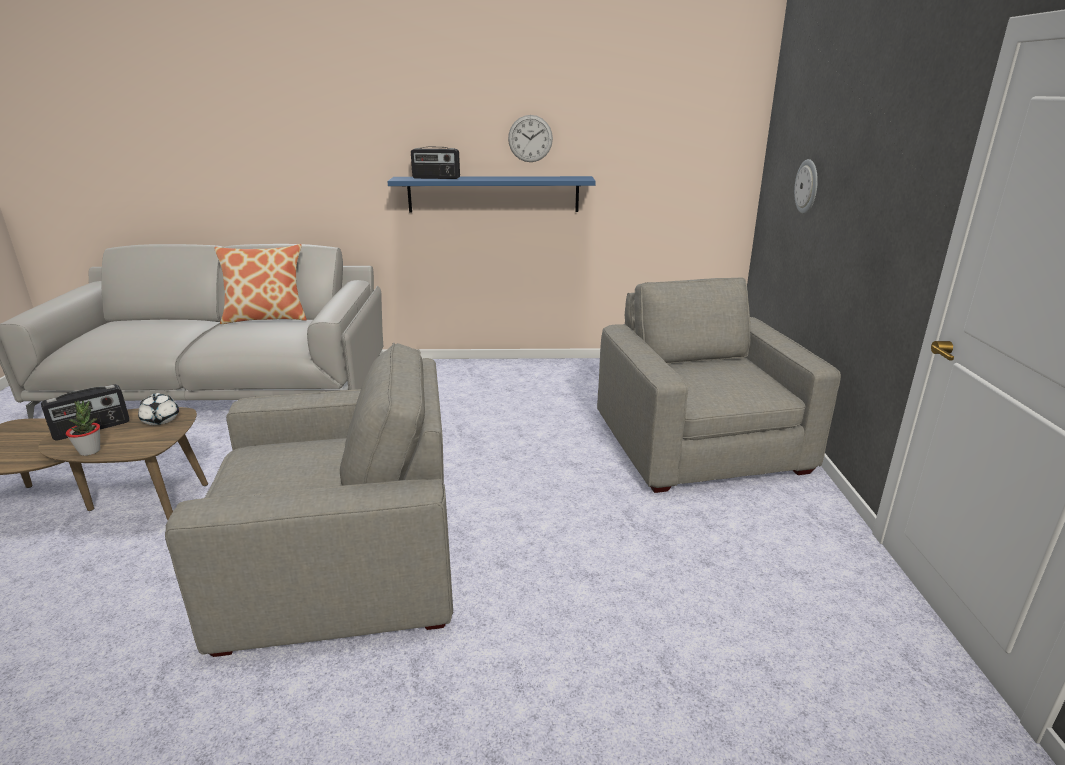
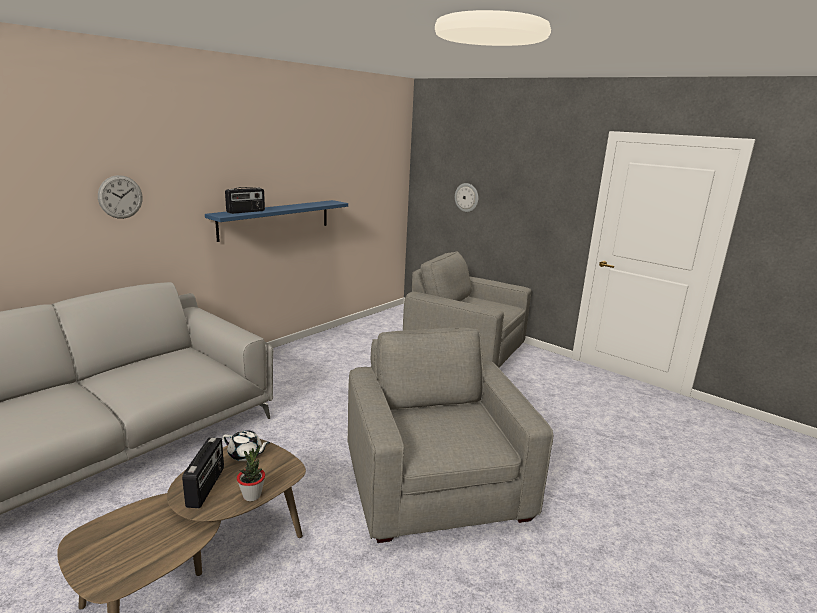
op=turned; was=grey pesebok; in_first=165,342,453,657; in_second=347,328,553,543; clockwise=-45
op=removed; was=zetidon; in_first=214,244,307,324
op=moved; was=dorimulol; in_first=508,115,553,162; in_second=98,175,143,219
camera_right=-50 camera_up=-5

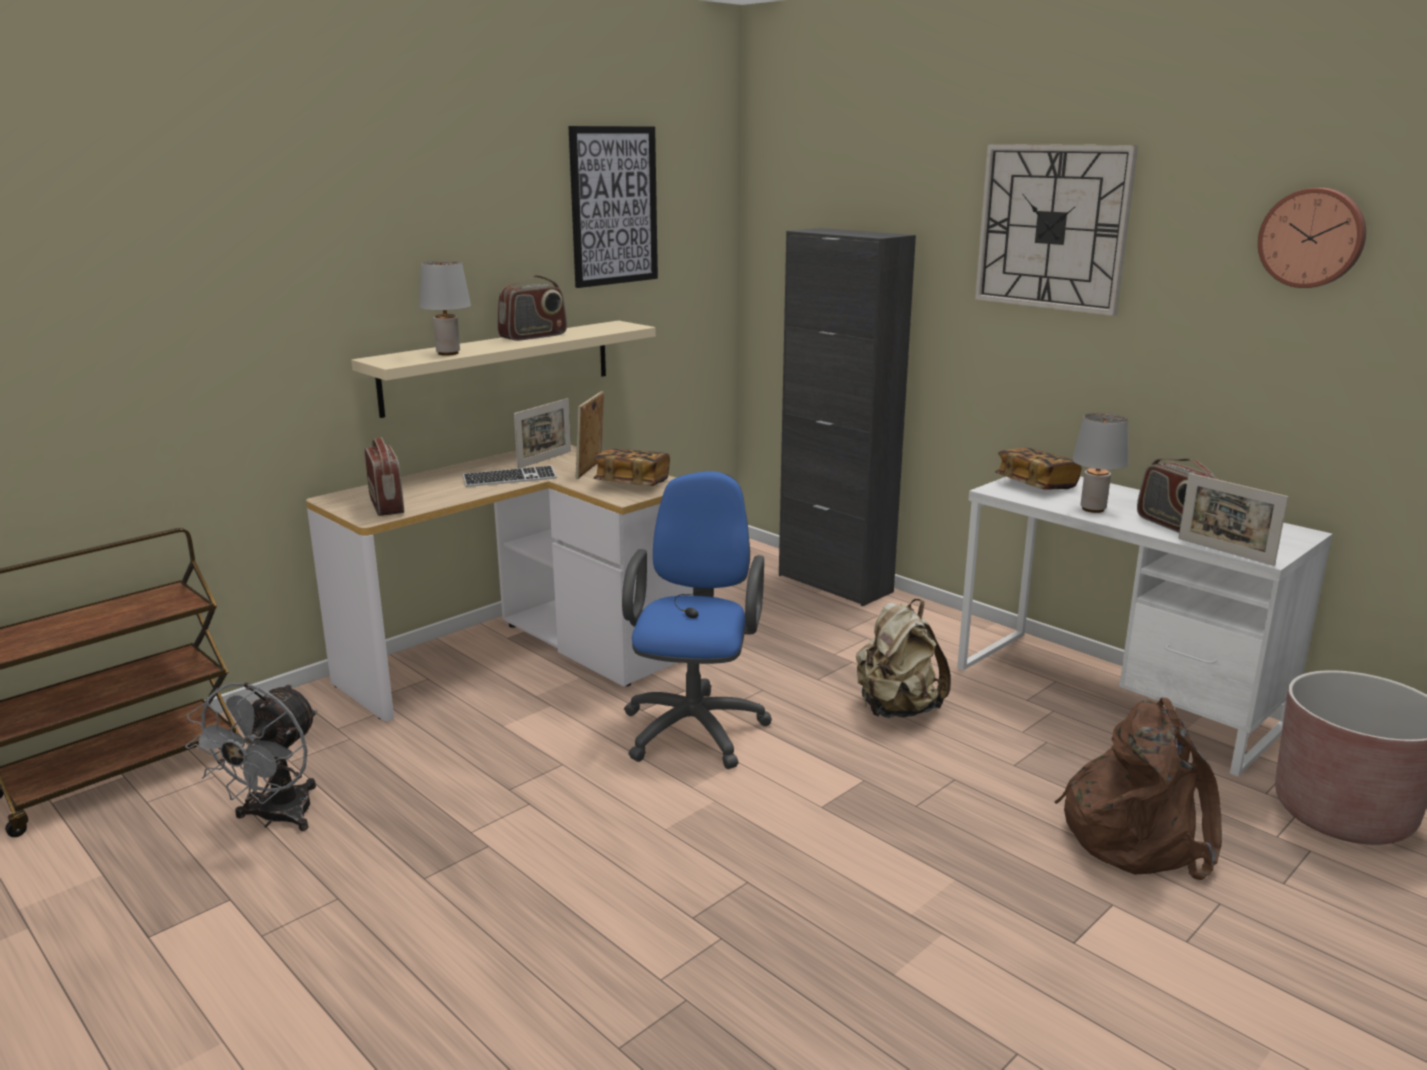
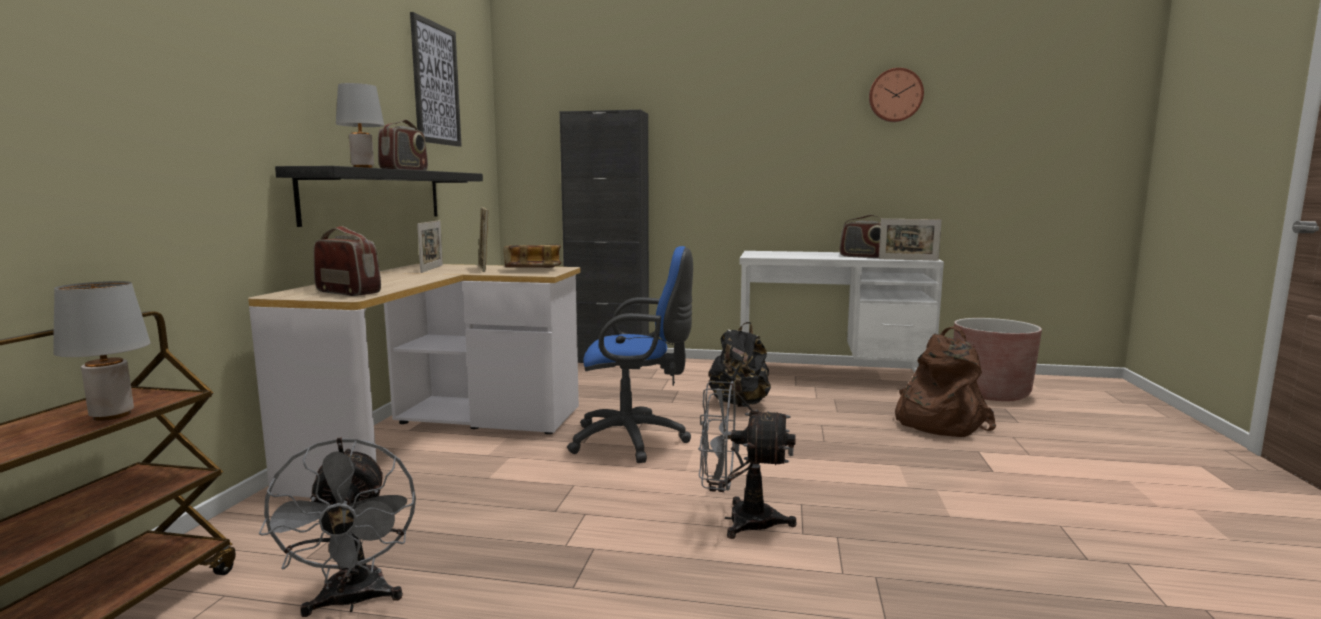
op=recoloured; was=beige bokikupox; now=black bokikupox; in_first=351,320,656,418; in_second=275,166,483,227
op=removed; was=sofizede; in_first=463,466,557,487
op=turned; was=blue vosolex; in_first=622,471,772,769; in_second=567,246,693,463; clockwise=120
op=recoloured; was=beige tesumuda; now=black tesumuda; in_first=856,599,951,718; in_second=708,322,771,407
op=removed; was=dorimulol; in_first=975,144,1138,316
op=removed; was=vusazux; in_first=995,448,1081,490
op=moved; was=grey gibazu; in_first=1072,413,1128,513; in_second=53,281,150,421
op=added; now=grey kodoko; in_second=698,381,797,539
camera_right=-35 camera_up=-10

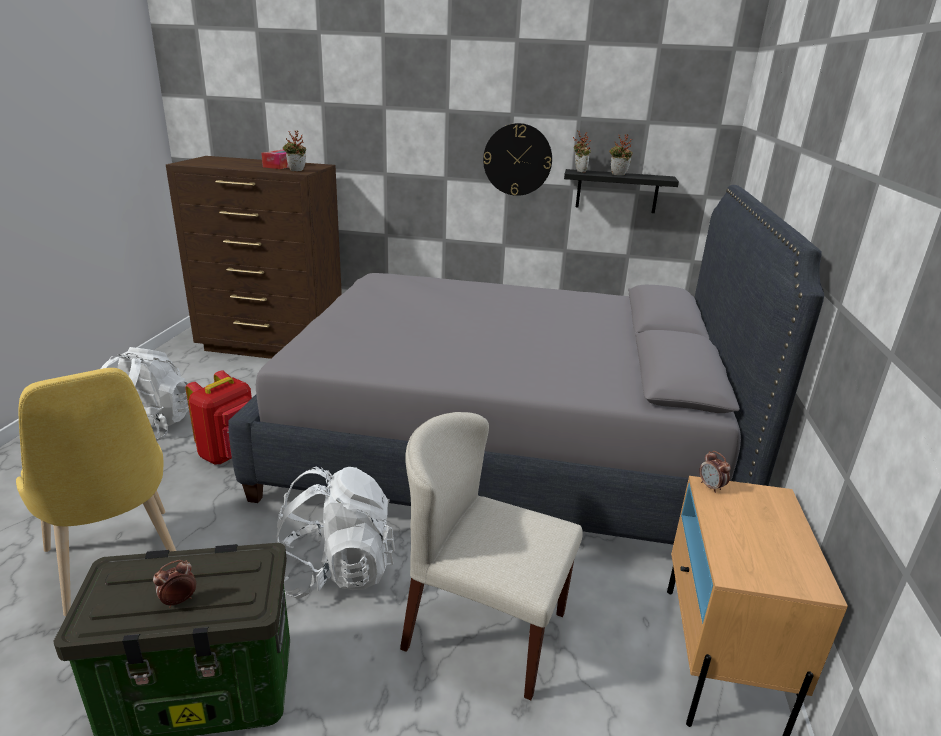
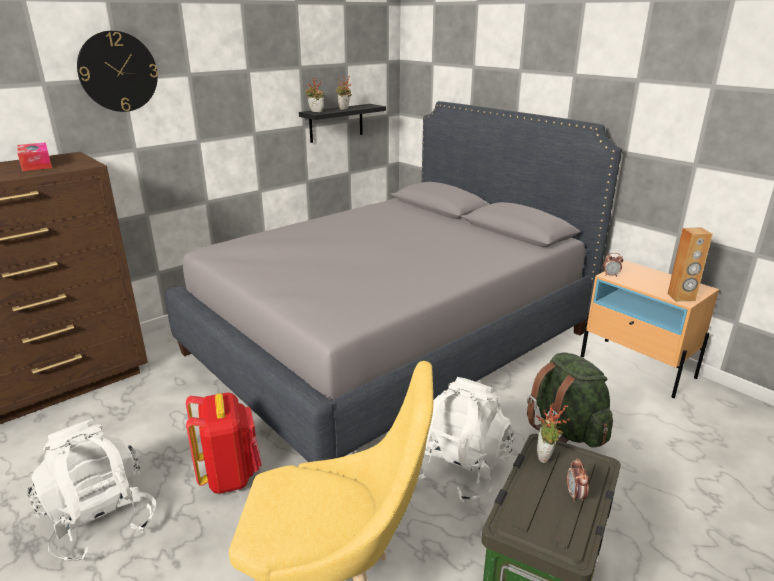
op=moved; was=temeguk; in_first=283,130,306,171; in_second=536,403,570,463
op=replaced; was=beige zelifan; now=green tesumuda; in_first=400,412,583,700; in_second=527,352,613,448
op=moved; was=dorimulol; in_first=483,123,552,196; in_second=77,31,158,112
op=added; now=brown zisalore; in_second=668,228,713,302
camera_right=-50 camera_up=0

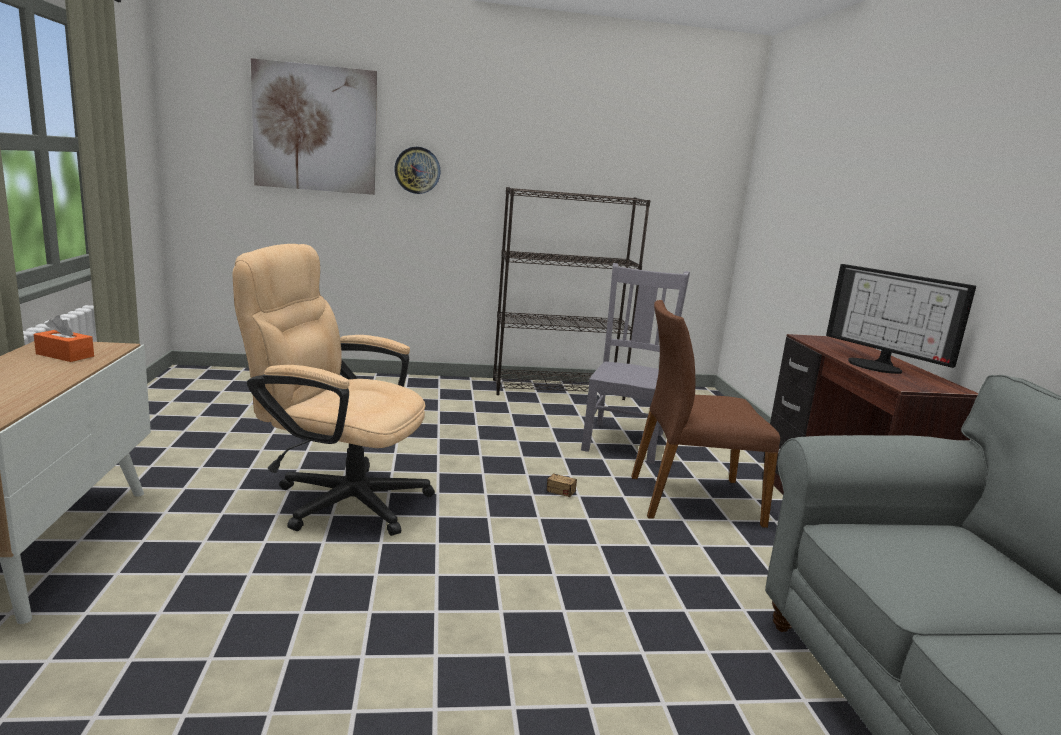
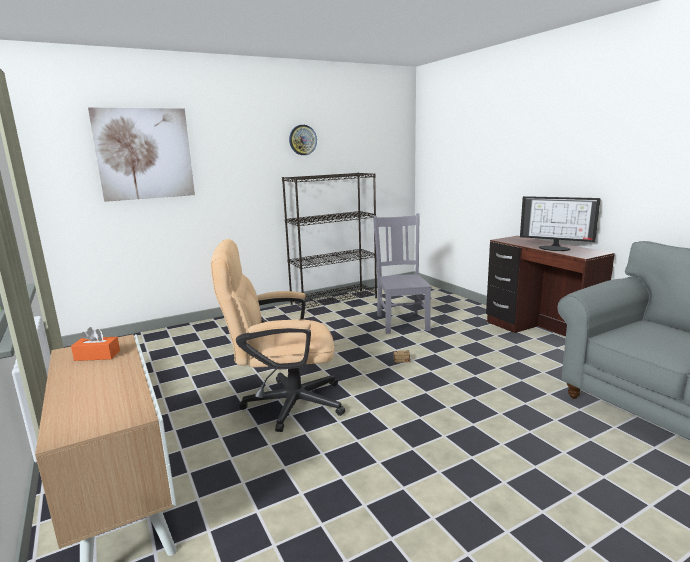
op=moved; was=dorimulol; in_first=394,147,441,194; in_second=289,125,317,155
op=removed; was=brown zelifan; in_first=631,300,780,528
camera_right=-20 camera_up=0

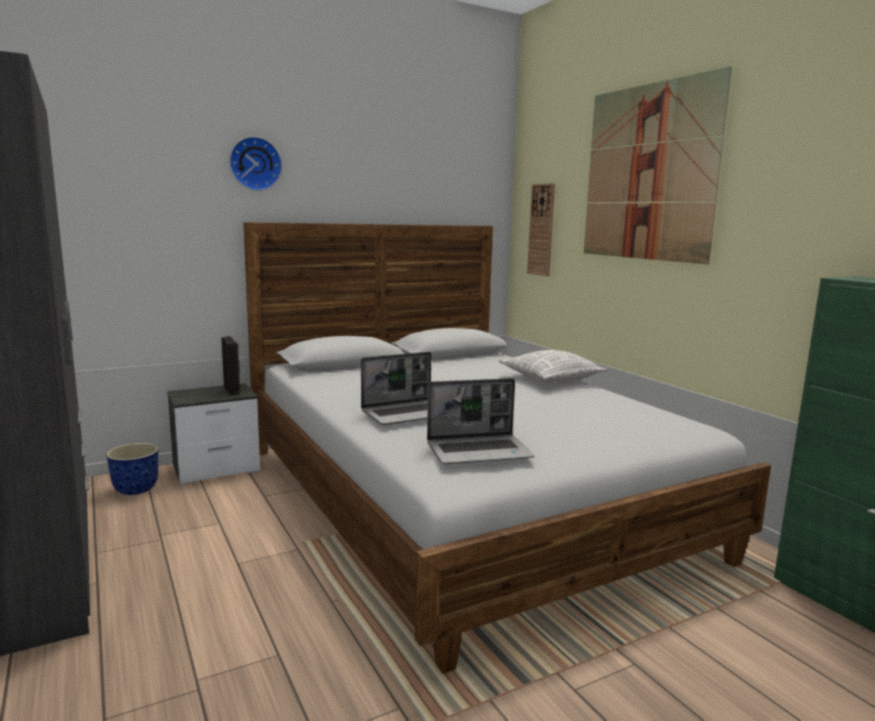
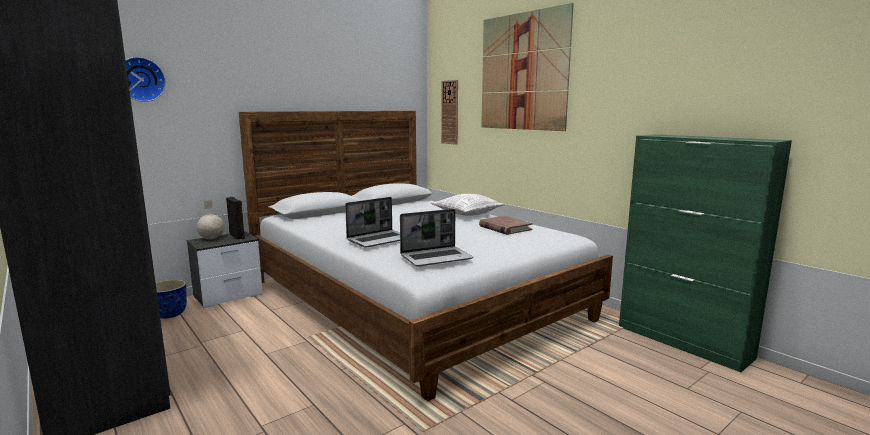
op=moved; was=dorimulol; in_first=229,136,282,191; in_second=125,57,166,102
op=added; now=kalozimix; in_second=197,200,224,239
op=added; now=brown vusazux; in_second=479,216,533,235
camera_right=-10 camera_up=0

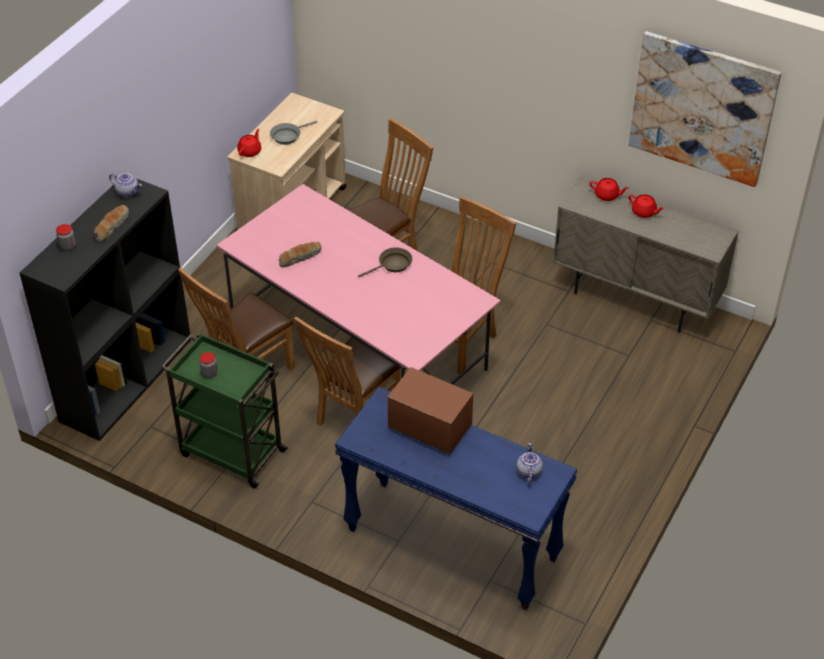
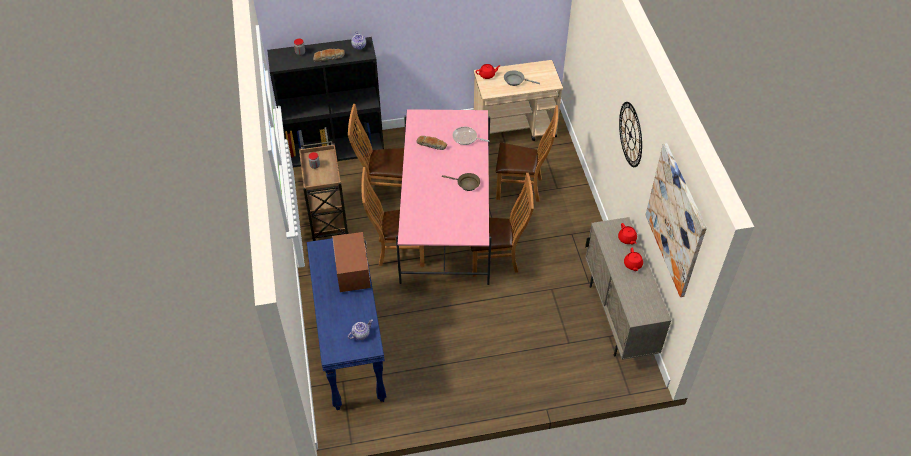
op=recoloured; was=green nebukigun; now=brown nebukigun; in_first=161,332,288,488; in_second=298,141,349,241
op=added; now=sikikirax; in_second=453,127,489,145
op=added; now=dorimulol; in_second=619,102,642,167
camera_right=50 camera_up=5

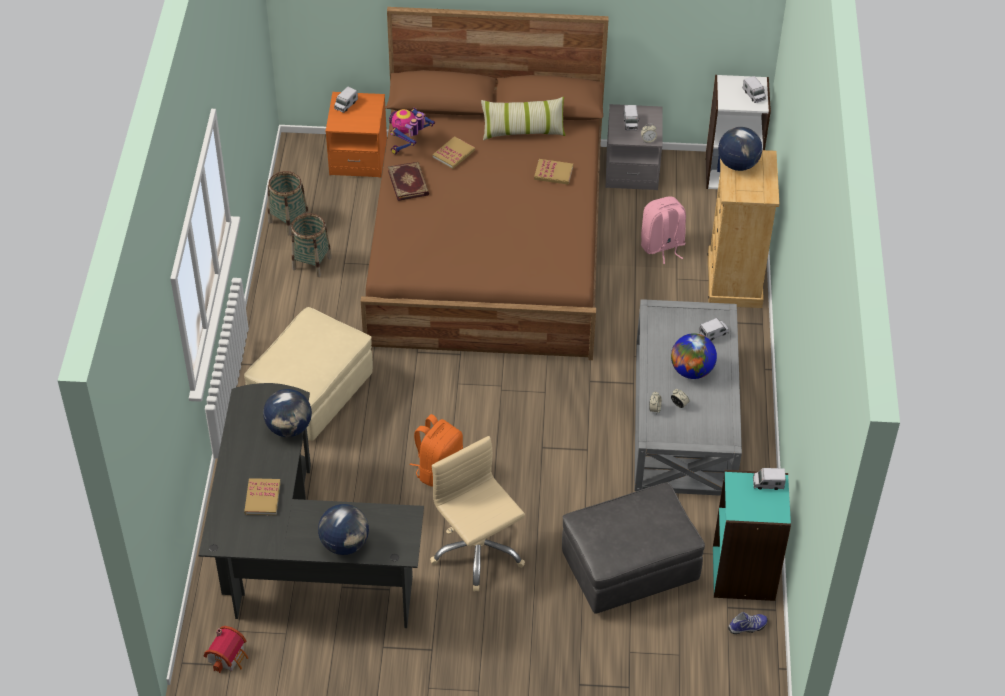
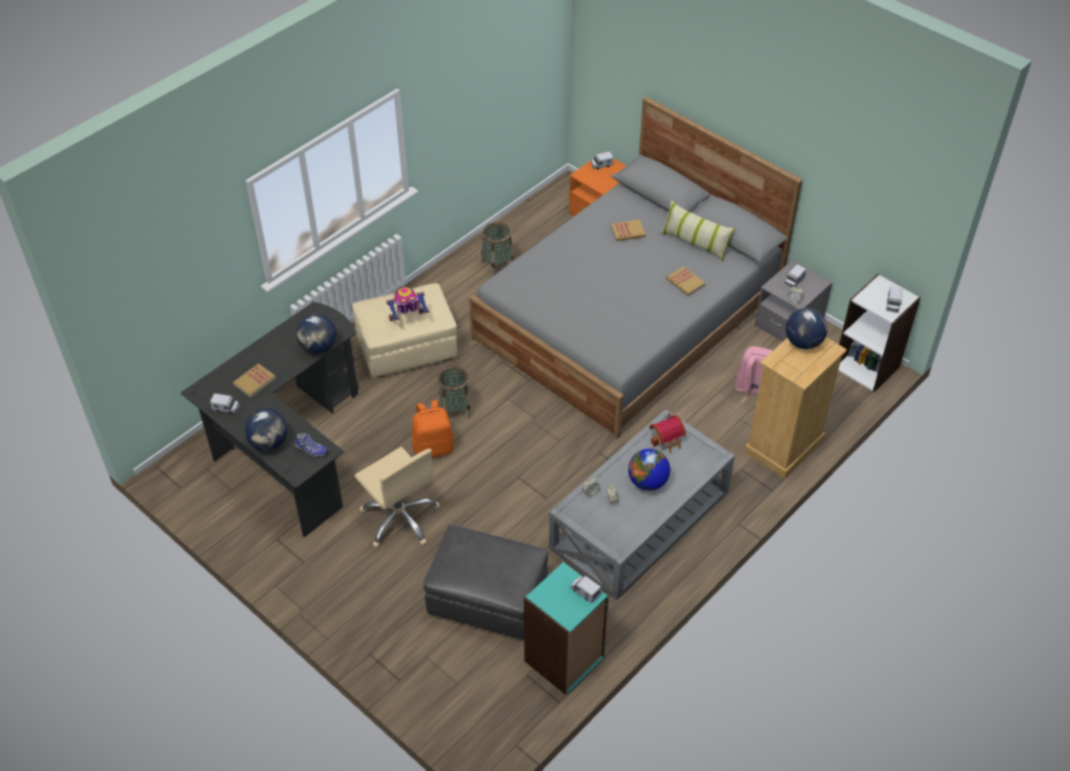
op=moved; was=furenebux; in_first=203,626,248,673; in_second=649,414,686,453
op=moved; was=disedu; in_first=268,171,309,235; in_second=437,366,471,419
op=recoloured; was=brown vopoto; now=grey vopoto; in_first=361,7,609,360; in_second=469,97,802,439
op=removed; was=vusazux; in_first=388,162,429,201
op=moved; was=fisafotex; in_first=389,108,435,155; in_second=386,286,429,321
op=turned; was=beige vosolex; in_first=430,436,525,592; in_second=354,447,440,548; clockwise=135
op=moved; was=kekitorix; in_first=699,318,729,341; in_second=210,393,240,414
op=moved; was=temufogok; in_first=728,612,768,634; in_second=295,433,329,458
camera_right=40 camera_up=0

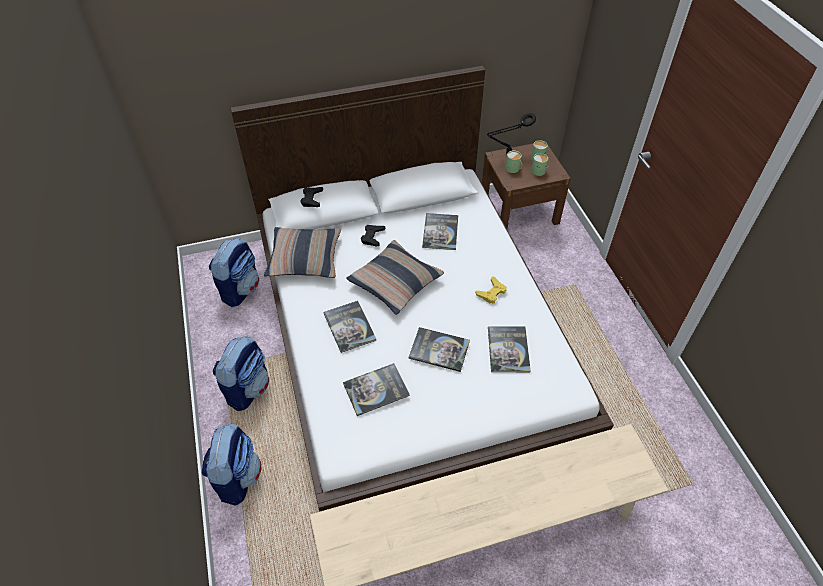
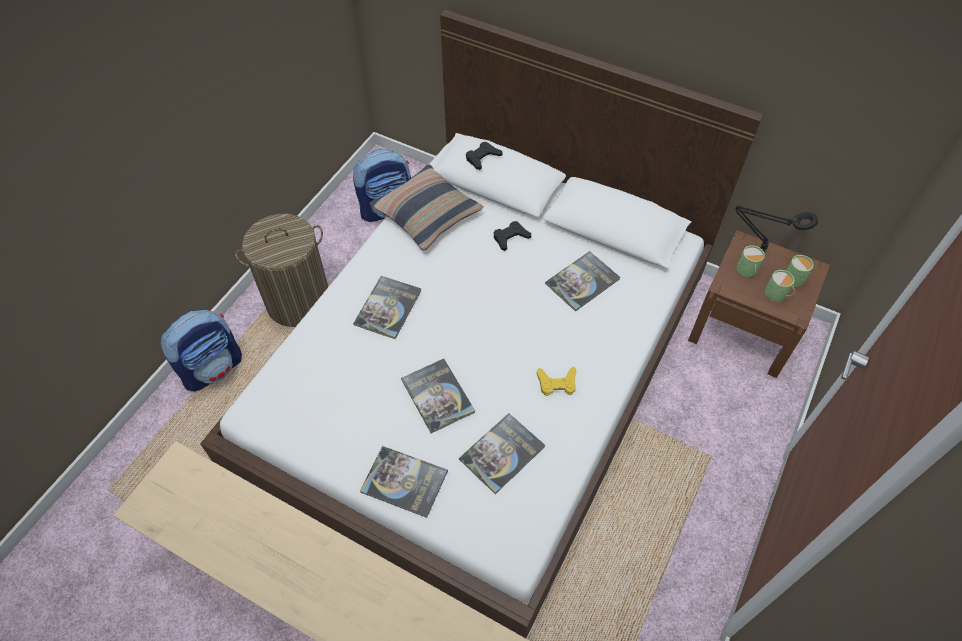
op=replaced; was=tesumuda; now=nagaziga; in_first=213,336,269,411; in_second=235,214,328,327
op=moved; was=vusazux; in_first=343,363,410,416; in_second=360,446,448,518
op=removed; was=zetidon; in_first=346,240,444,315
camera_right=45 camera_up=5

